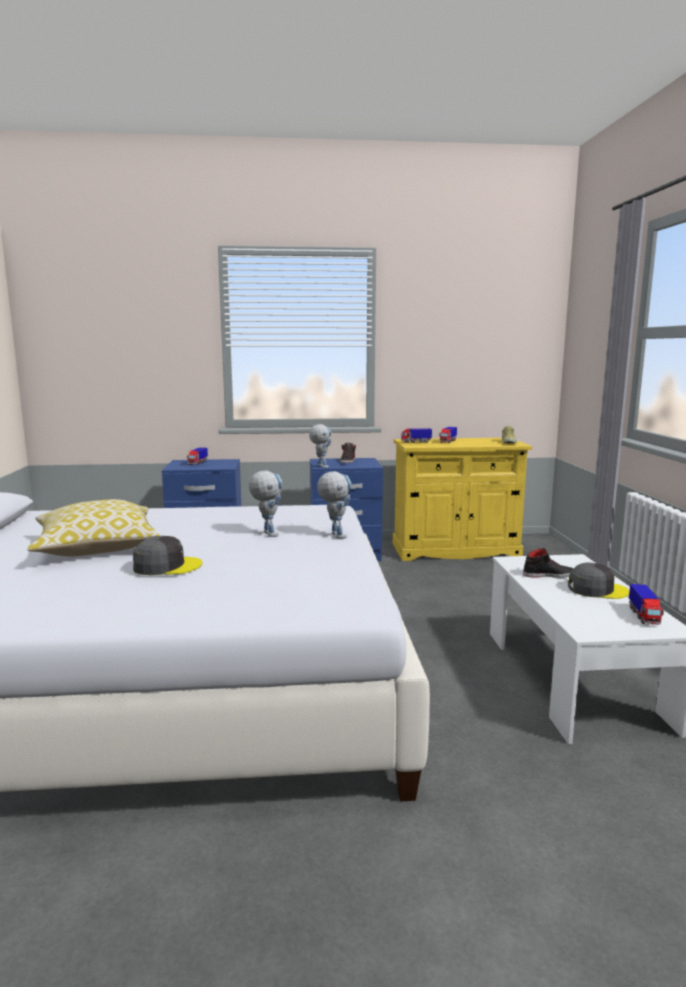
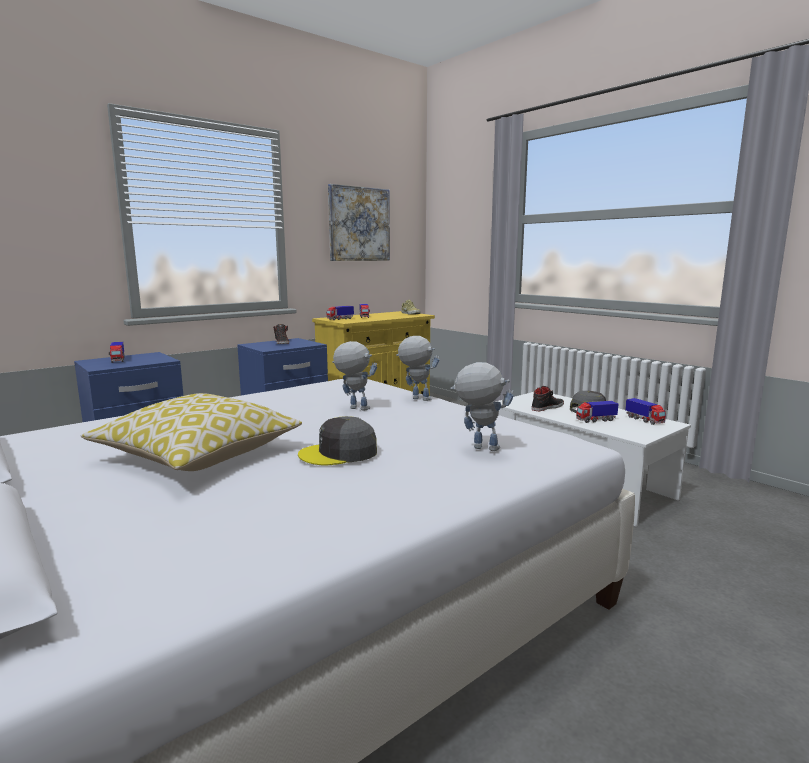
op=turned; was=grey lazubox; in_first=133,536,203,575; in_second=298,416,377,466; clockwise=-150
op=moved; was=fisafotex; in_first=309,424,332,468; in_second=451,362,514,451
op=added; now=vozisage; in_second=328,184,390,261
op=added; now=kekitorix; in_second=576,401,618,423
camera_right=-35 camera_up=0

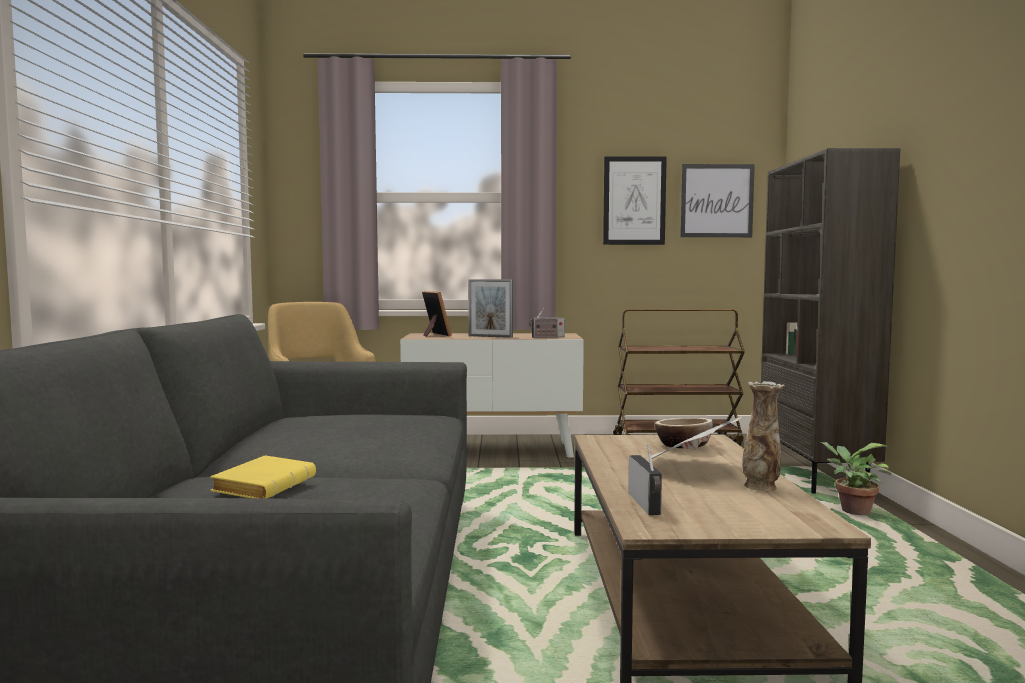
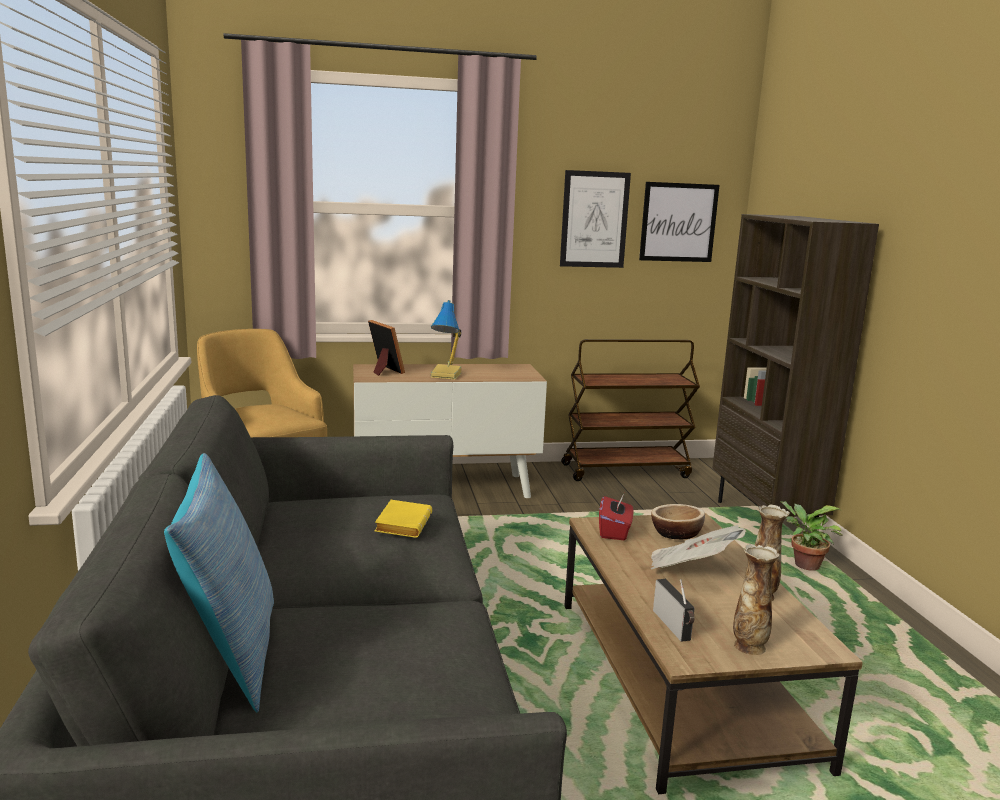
op=moved; was=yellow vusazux; in_first=210,455,316,498; in_second=375,500,432,538
op=replaced; was=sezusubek; now=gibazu; in_first=468,279,513,338; in_second=431,300,461,380
op=removed; was=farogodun; in_first=529,308,565,338
op=added; now=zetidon; in_second=164,453,274,712
op=added; now=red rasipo; in_second=599,496,633,540
op=added; now=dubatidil; in_second=733,544,779,655
camera_right=-10 camera_up=10

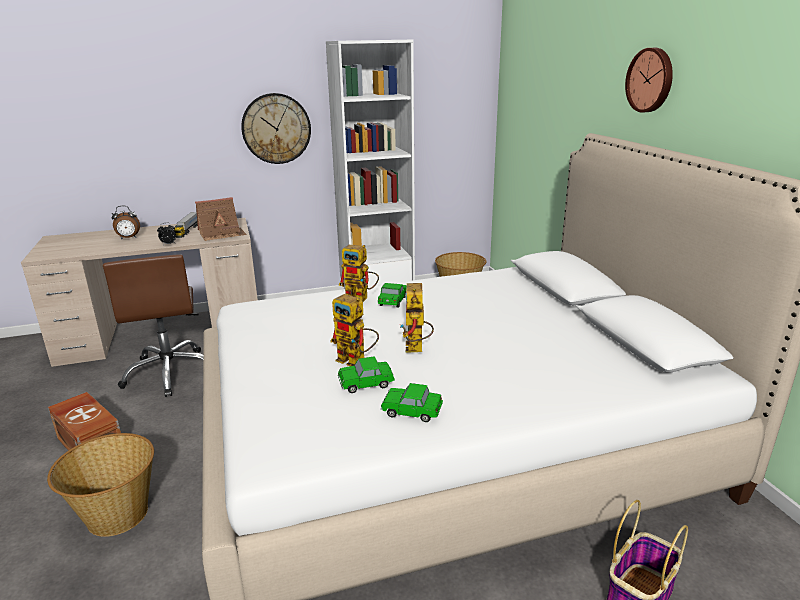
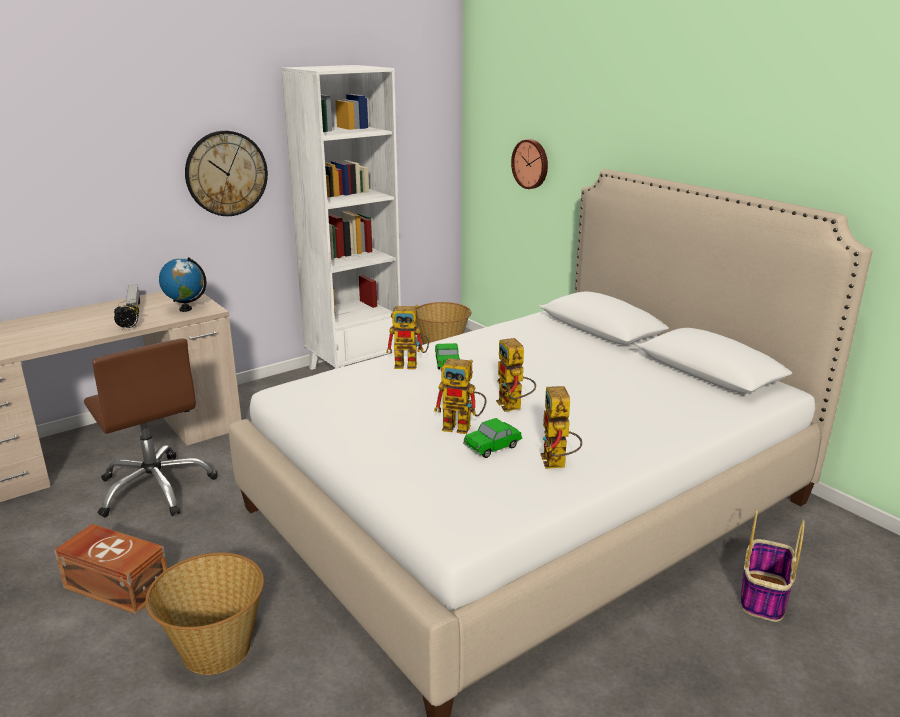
op=removed; was=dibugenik; in_first=111,206,140,239
op=replaced; was=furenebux; now=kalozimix; in_first=195,197,247,241; in_second=159,257,206,312
op=replaced; was=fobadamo; now=fisafotex; in_first=381,383,443,422; in_second=541,386,582,469
op=moved; was=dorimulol; in_first=625,48,673,112; in_second=511,139,548,189
camera_right=-20 camera_up=0

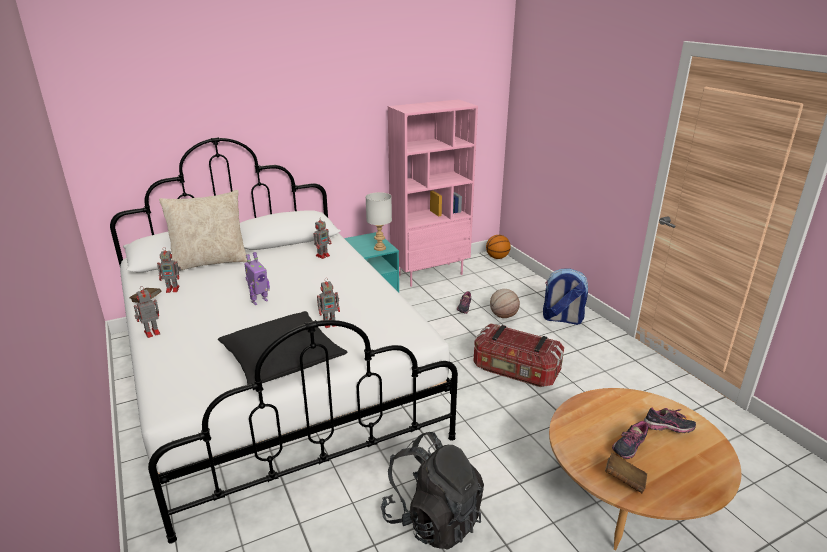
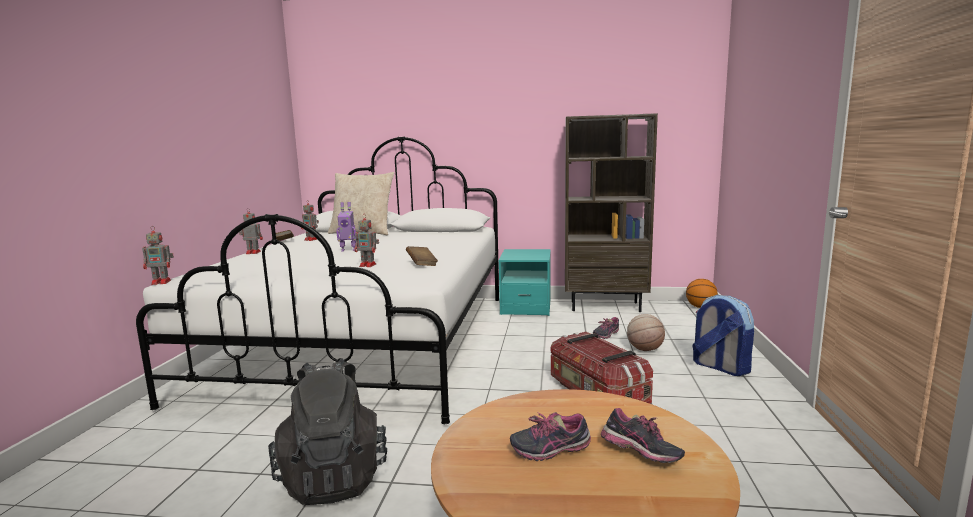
op=removed; was=black zetidon; in_first=218,311,348,385
op=moved; was=fisafotex; in_first=314,217,331,259; in_second=142,226,174,285
op=removed; was=grey gibazu; in_first=366,192,392,251
op=recoloured; was=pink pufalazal; now=brown pufalazal; in_first=388,99,478,287; in_second=565,113,658,312
op=moved; was=brown vusazux; in_first=605,453,647,493; in_second=406,246,438,266
camera_right=35 camera_up=-15

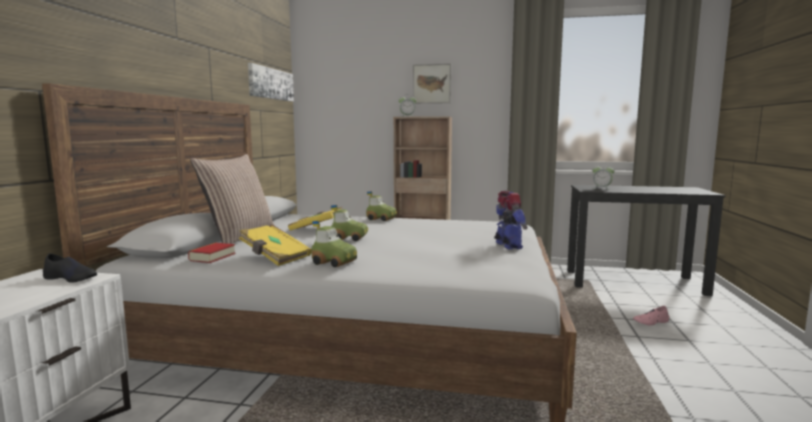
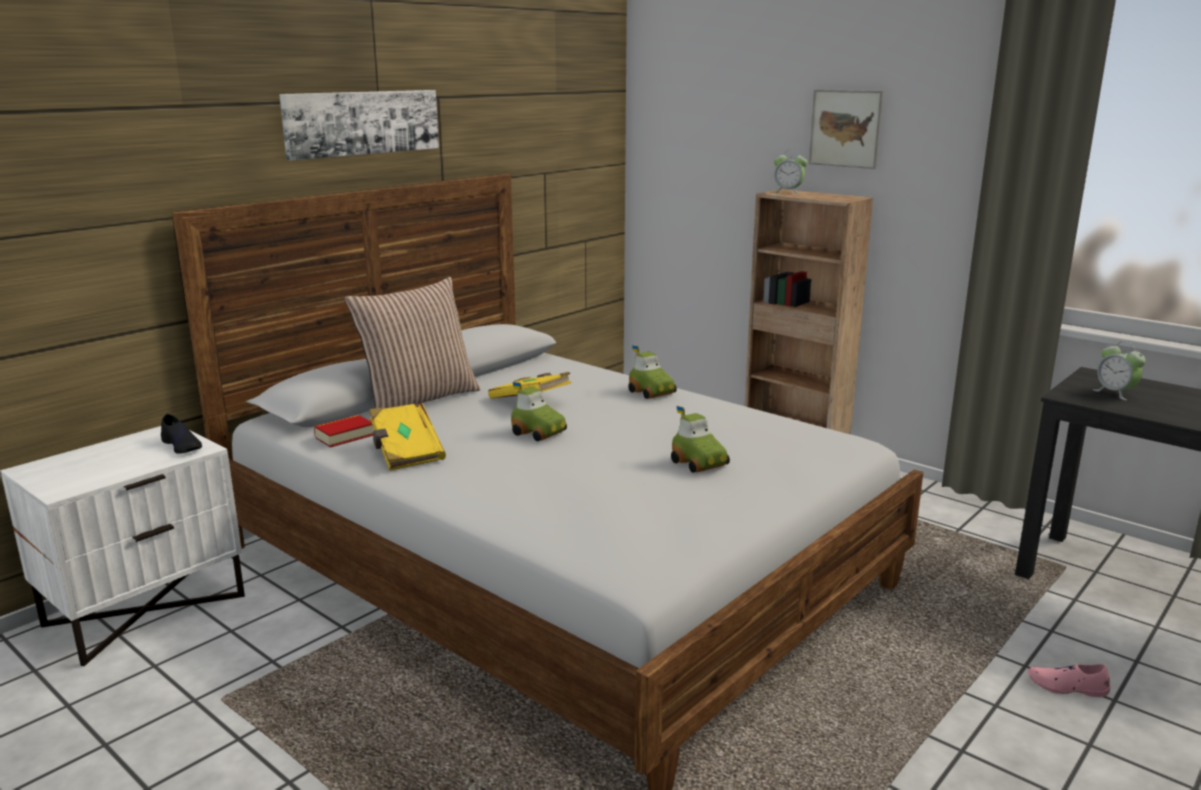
op=moved; was=vozisage; in_first=248,63,294,102; in_second=279,90,439,160
op=moved; was=fobadamo; in_first=311,221,357,267; in_second=671,406,730,473
op=removed; was=fisafotex; in_first=494,191,527,249
camera_right=30 camera_up=10

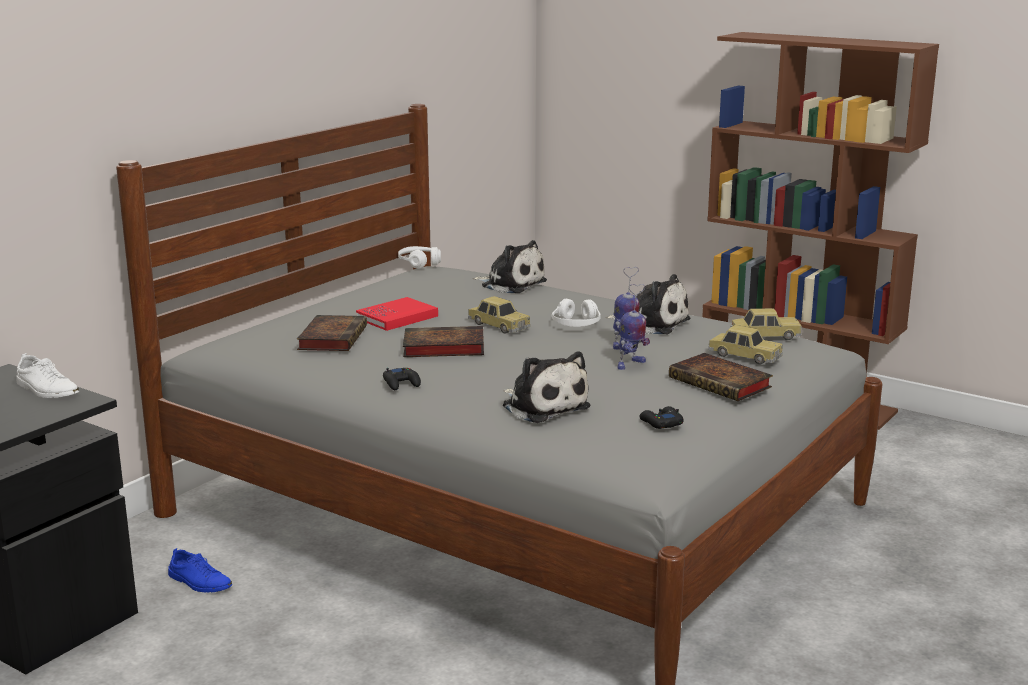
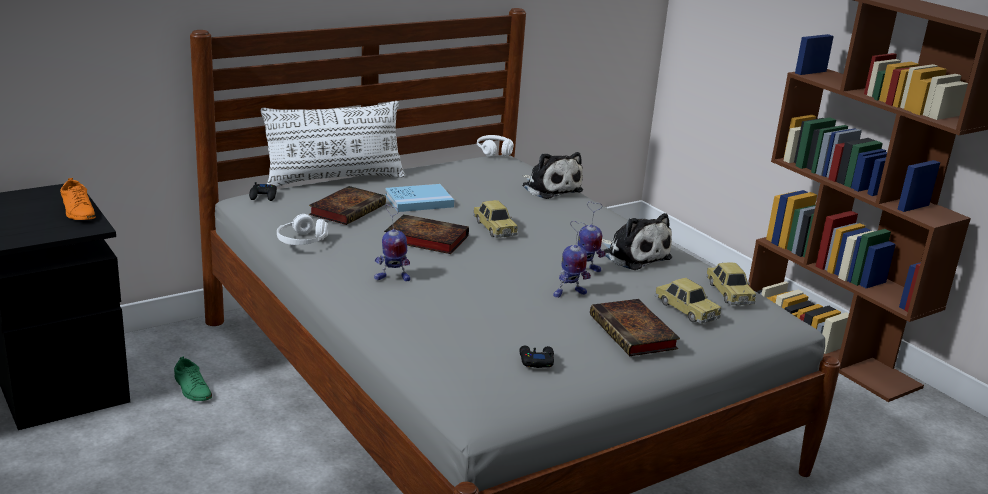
op=recoloured; was=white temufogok; now=orange temufogok; in_first=16,353,79,398; in_second=60,178,95,220
op=recoloured; was=blue temufogok; now=green temufogok; in_first=168,548,232,592; in_second=174,356,212,401
op=recoloured; was=red vusazux; now=blue vusazux; in_first=356,297,438,331; in_second=385,184,454,212
op=moved; was=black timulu; in_first=383,368,421,390; in_second=249,182,277,201
op=removed; was=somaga; in_first=503,351,591,423
op=moved; was=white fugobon; in_first=552,299,601,327; in_second=277,214,328,245
op=turned; was=fobadamo; in_first=730,308,802,340; in_second=706,263,756,305; clockwise=60
op=added; now=white zetidon; in_second=261,101,405,187
op=added; now=fisafotex; in_second=374,204,410,281
camera_right=20 camera_up=5

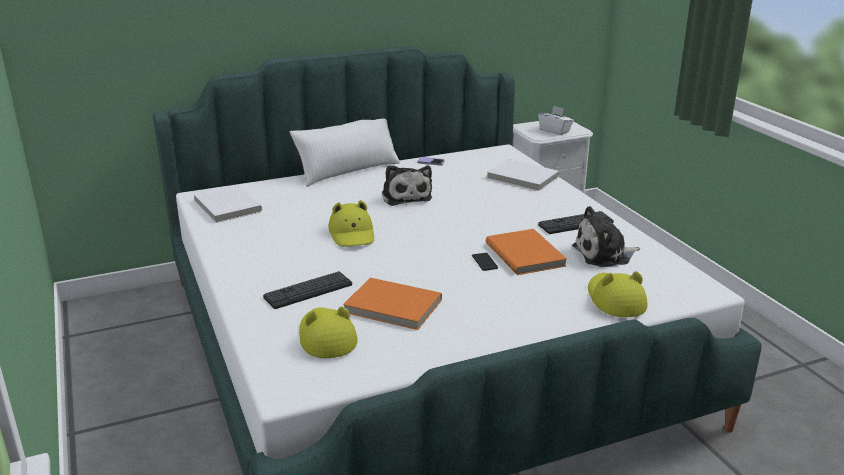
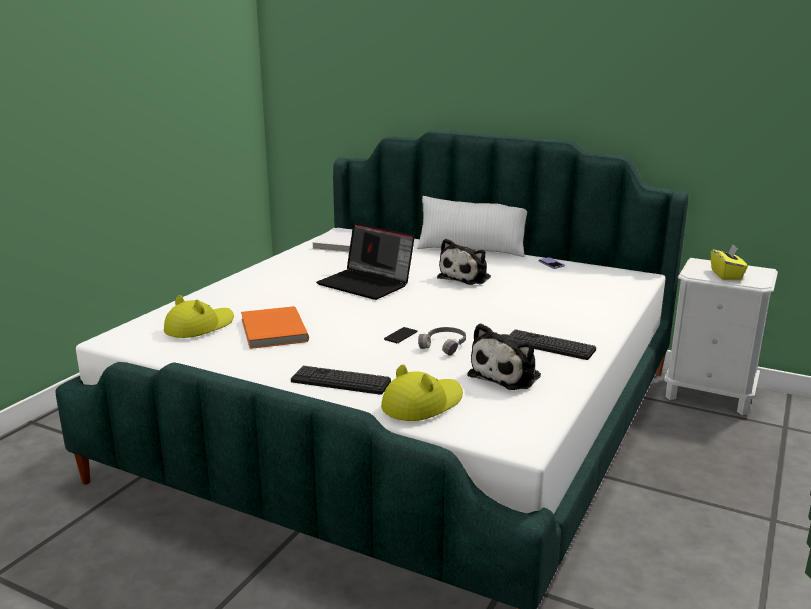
op=moved; was=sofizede; in_first=263,271,352,309; in_second=291,366,391,395
op=replaced; was=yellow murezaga; now=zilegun; in_first=328,200,374,247; in_second=316,223,415,300
op=replaced; was=orange vusazux; now=grey fugobon; in_first=486,229,567,275; in_second=418,327,466,356
op=removed; was=white vusazux; in_first=487,159,560,191
op=recoloured; was=white rasipo; now=yellow rasipo; in_first=538,105,574,135; in_second=711,245,748,280
op=turned; was=somaga; in_first=572,206,640,267; in_second=467,323,541,390; clockwise=-90
camera_right=50 camera_up=-5

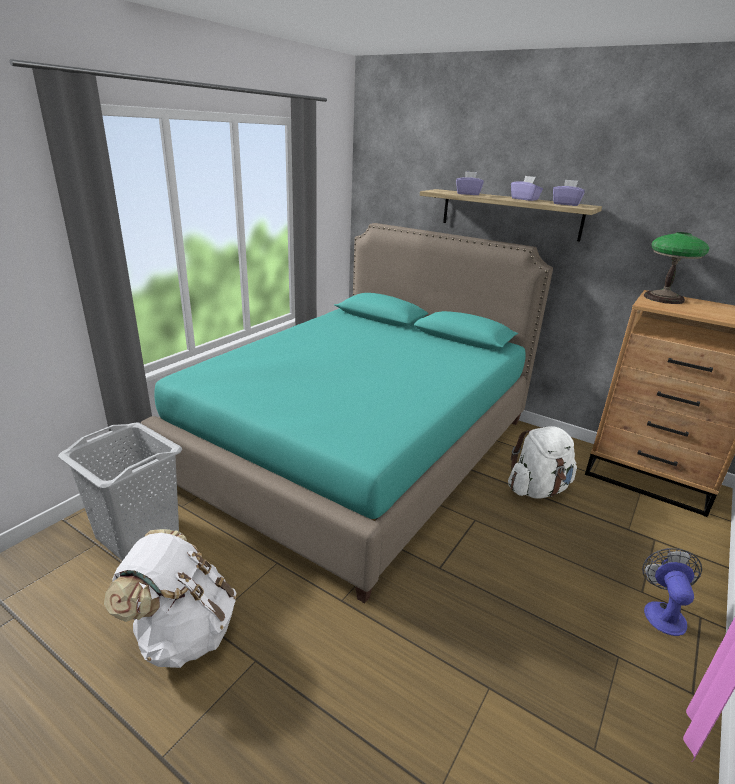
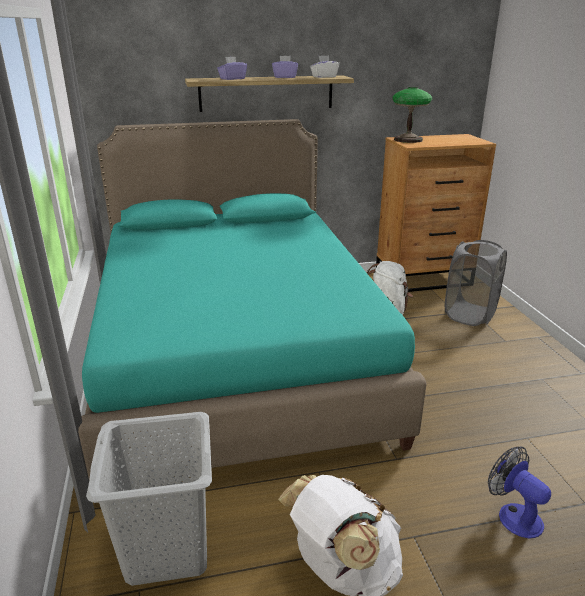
op=recoloured; was=purple rasipo; now=white rasipo; in_first=553,180,585,206; in_second=310,55,339,78
op=moved; was=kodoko; in_first=642,548,702,636; in_second=488,446,551,539
op=added; now=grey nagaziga; in_second=445,240,507,326
camera_right=-45 camera_up=0

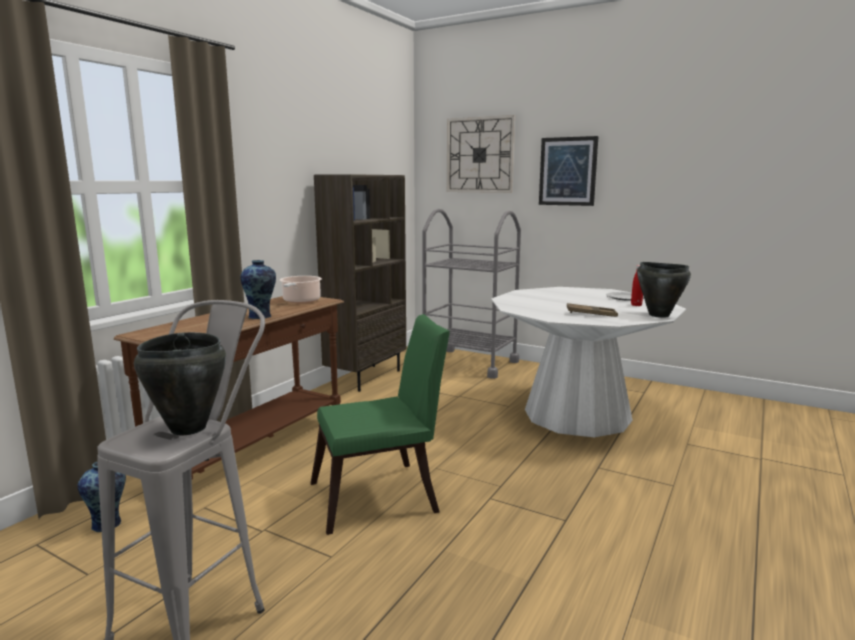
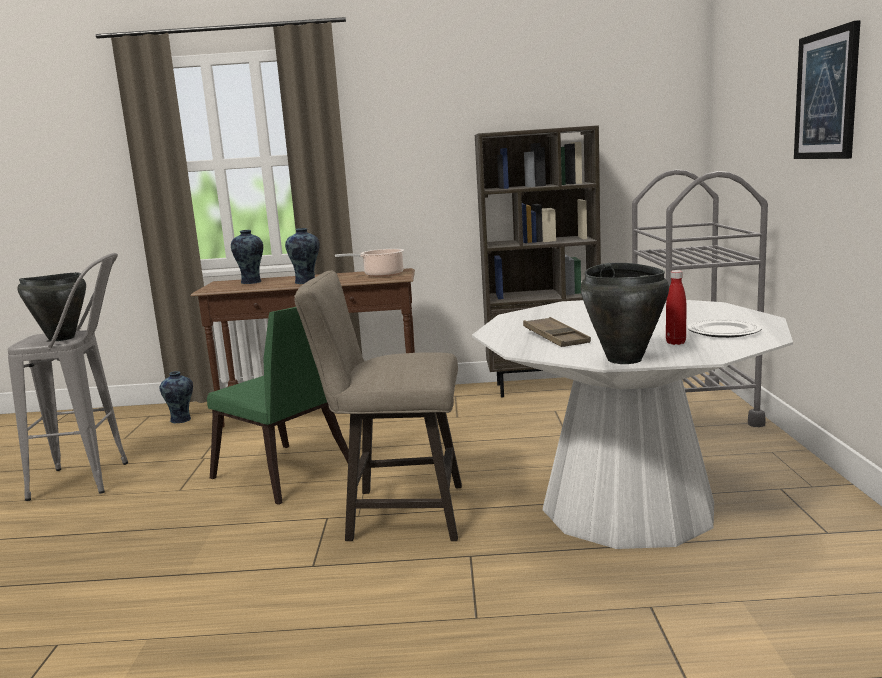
op=removed; was=dorimulol; in_first=447,115,515,193
op=added; now=dubatidil; in_second=231,230,263,284
op=added; now=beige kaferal; in_second=294,271,462,541
camera_right=60 camera_up=0

